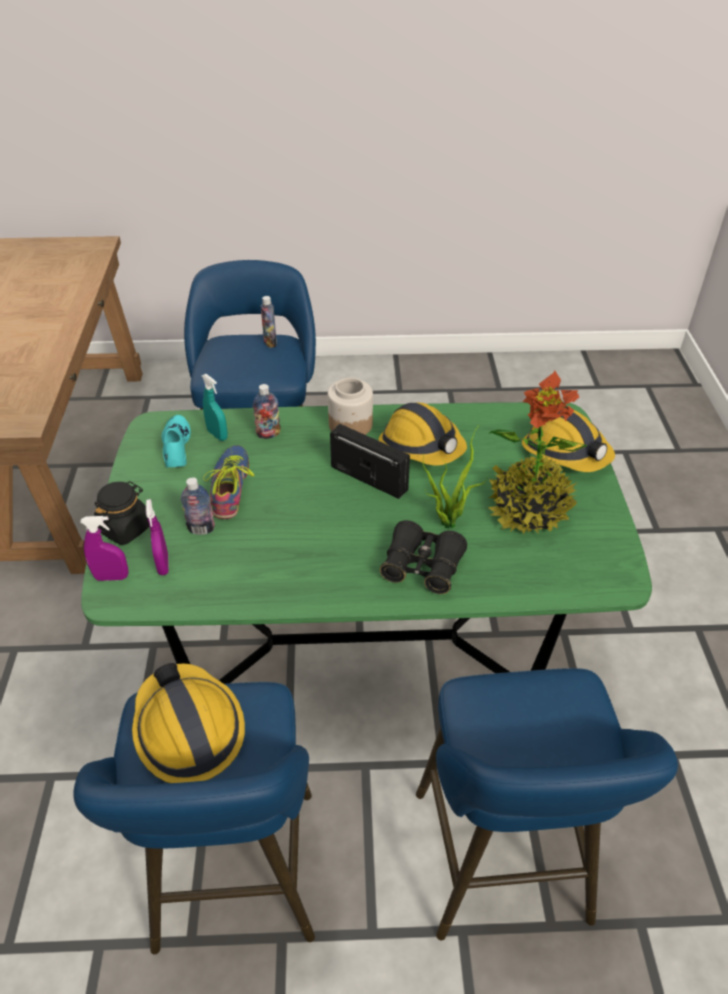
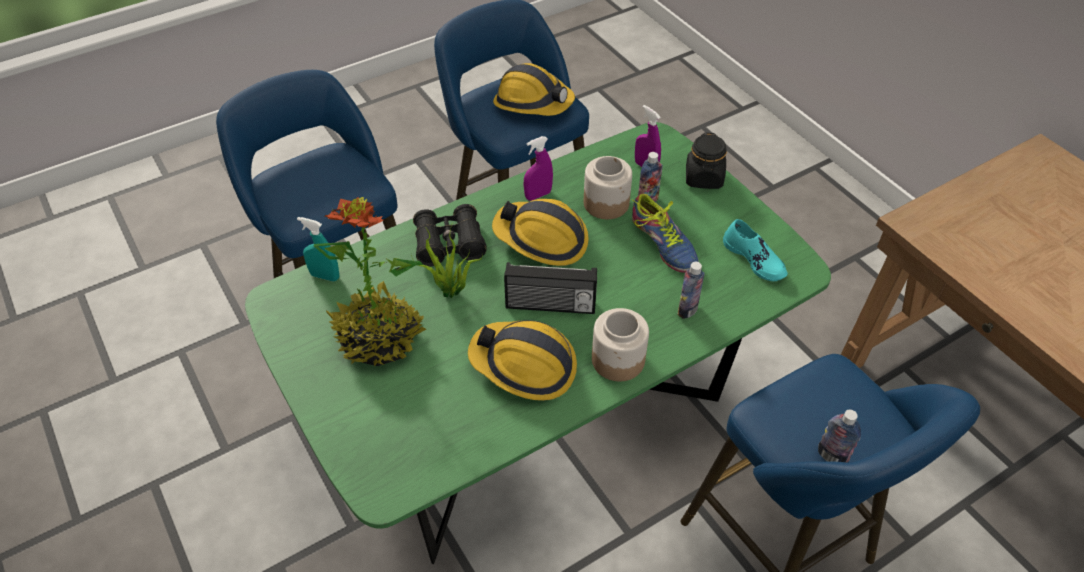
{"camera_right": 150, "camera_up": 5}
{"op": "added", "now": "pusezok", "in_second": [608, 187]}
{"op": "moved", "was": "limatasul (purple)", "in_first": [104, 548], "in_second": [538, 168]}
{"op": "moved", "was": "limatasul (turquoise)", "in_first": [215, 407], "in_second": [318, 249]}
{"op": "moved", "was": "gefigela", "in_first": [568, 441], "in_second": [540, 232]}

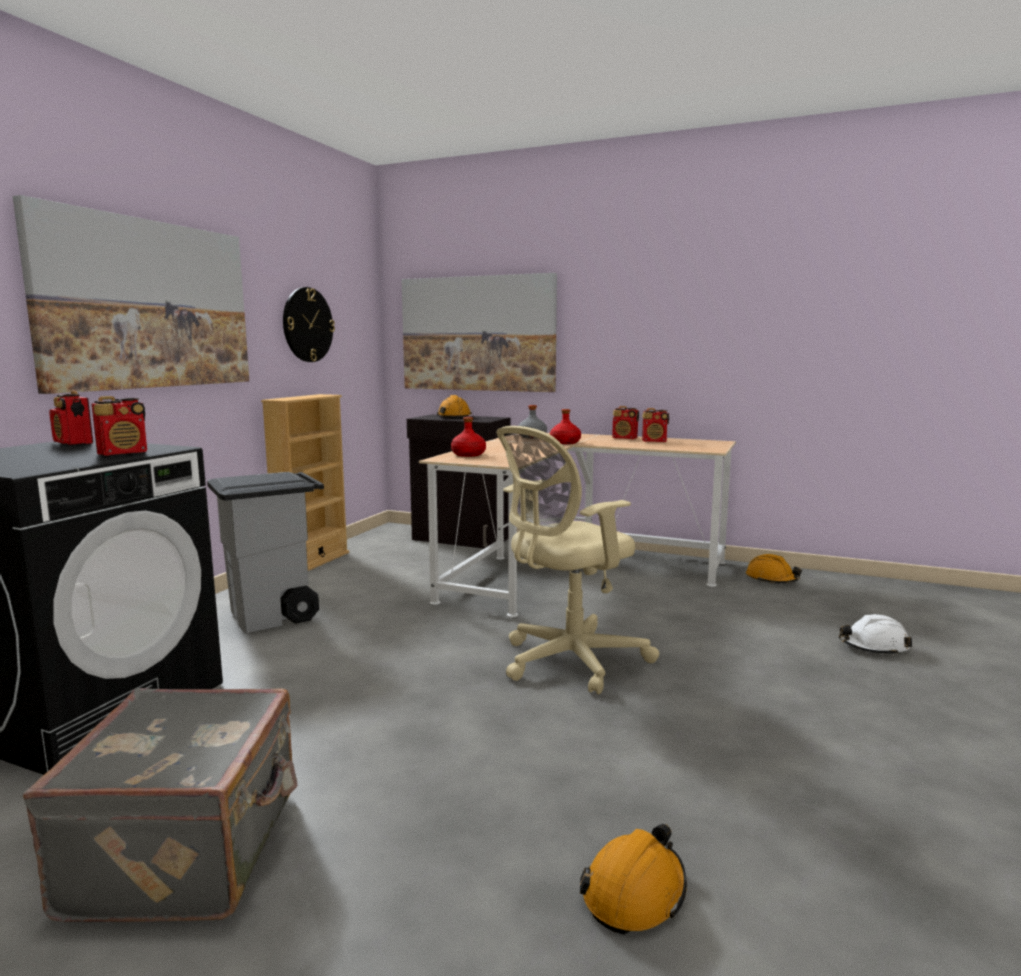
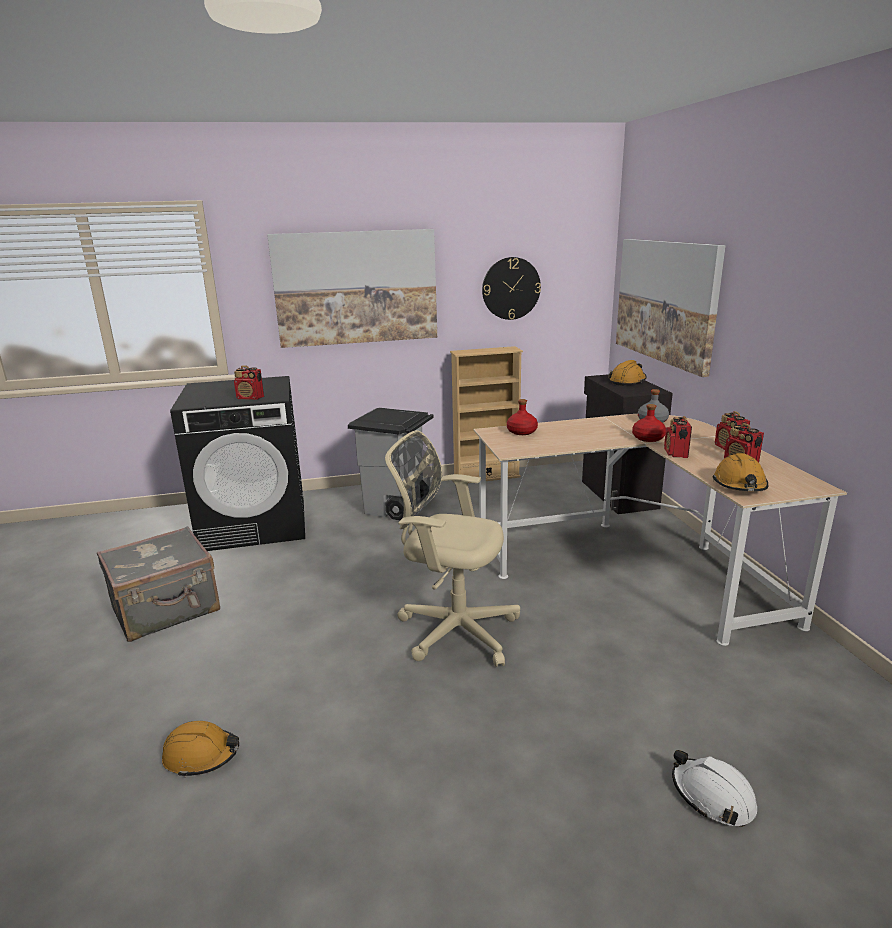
{"camera_right": 55, "camera_up": 10}
{"op": "moved", "was": "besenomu", "in_first": [71, 418], "in_second": [678, 437]}
{"op": "moved", "was": "gefigela (orange)", "in_first": [774, 568], "in_second": [740, 472]}

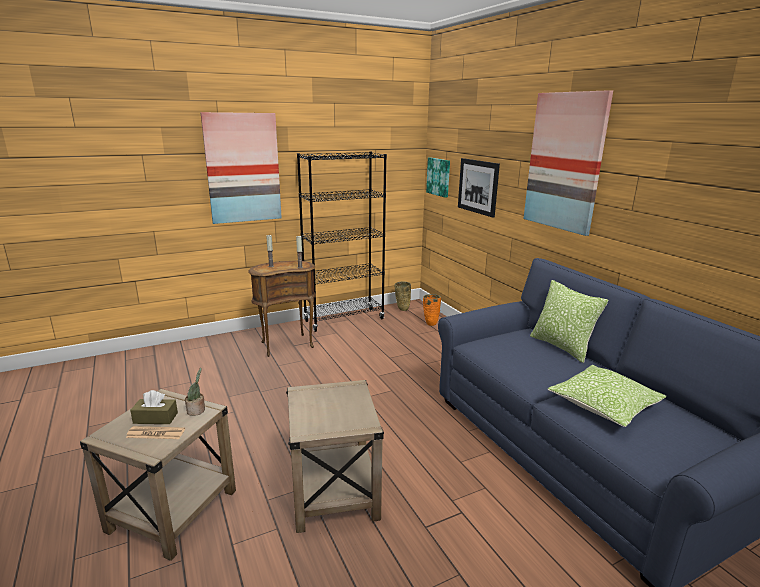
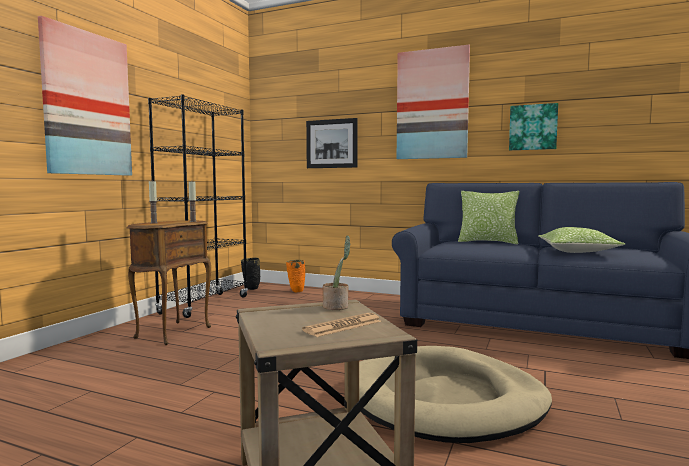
{"camera_right": -40, "camera_up": -15}
{"op": "removed", "was": "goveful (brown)", "in_first": [154, 407]}
{"op": "moved", "was": "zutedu", "in_first": [438, 178], "in_second": [533, 126]}
{"op": "replaced", "was": "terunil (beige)", "now": "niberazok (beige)", "in_first": [335, 456], "in_second": [455, 394]}
{"op": "recoloured", "was": "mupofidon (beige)", "now": "mupofidon (black)", "in_first": [403, 296], "in_second": [251, 274]}

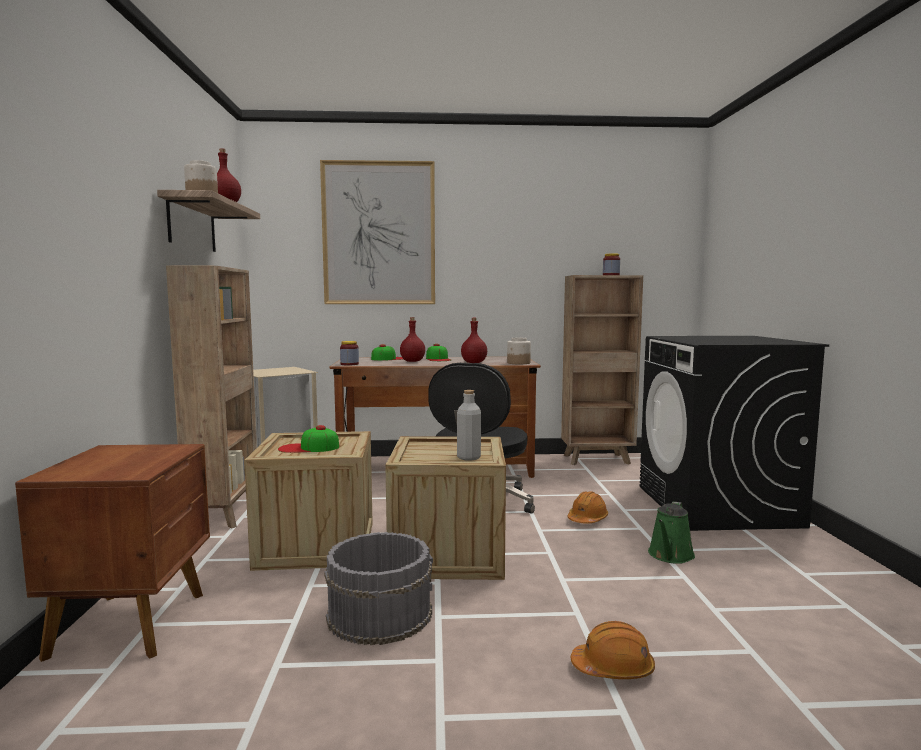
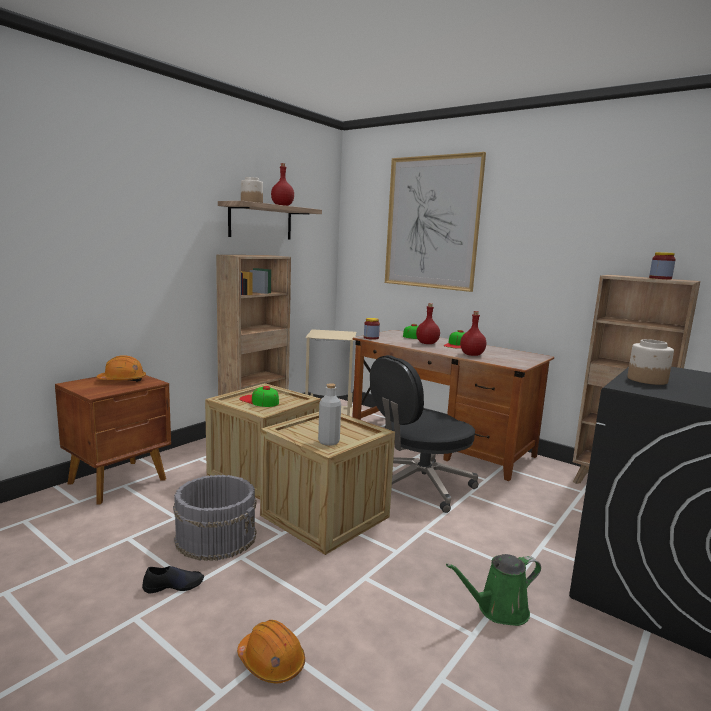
{"camera_right": 40, "camera_up": 5}
{"op": "added", "now": "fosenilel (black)", "in_second": [173, 579]}
{"op": "moved", "was": "pusezok", "in_first": [519, 351], "in_second": [650, 362]}
{"op": "moved", "was": "gefigela (orange)", "in_first": [588, 507], "in_second": [121, 368]}

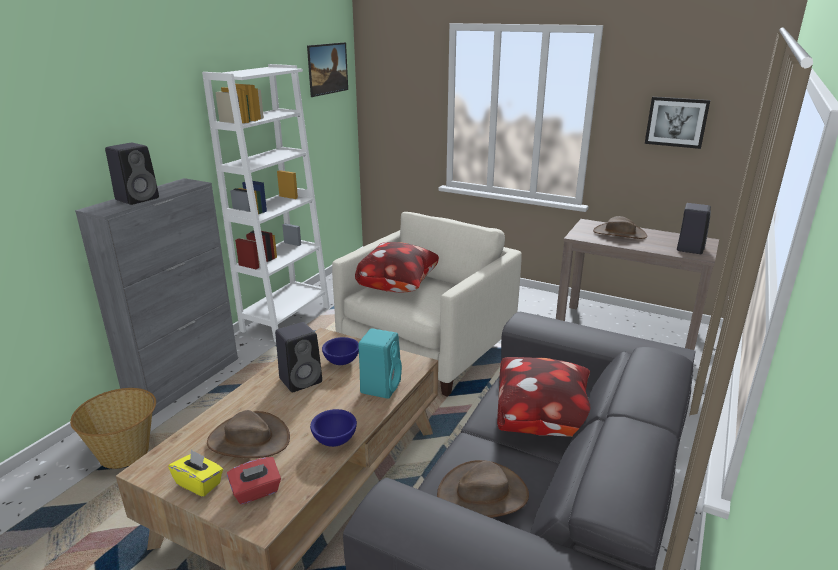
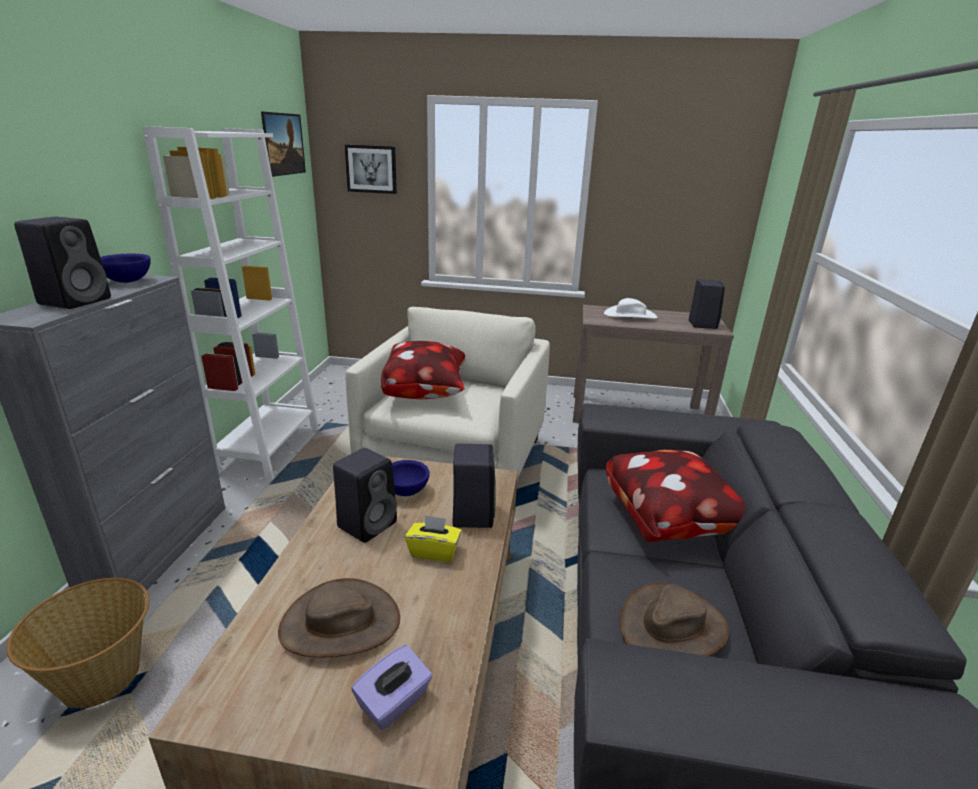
{"camera_right": -20, "camera_up": 0}
{"op": "moved", "was": "goveful (yellow)", "in_first": [195, 473], "in_second": [433, 538]}
{"op": "moved", "was": "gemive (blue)", "in_first": [333, 428], "in_second": [125, 268]}
{"op": "moved", "was": "zutedu", "in_first": [677, 123], "in_second": [371, 169]}
{"op": "recoloured", "was": "goveful (red)", "now": "goveful (purple)", "in_first": [254, 481], "in_second": [391, 687]}
{"op": "recoloured", "was": "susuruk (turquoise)", "now": "susuruk (black)", "in_first": [380, 363], "in_second": [474, 486]}
{"op": "recoloured", "was": "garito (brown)", "now": "garito (white)", "in_first": [620, 227], "in_second": [631, 308]}

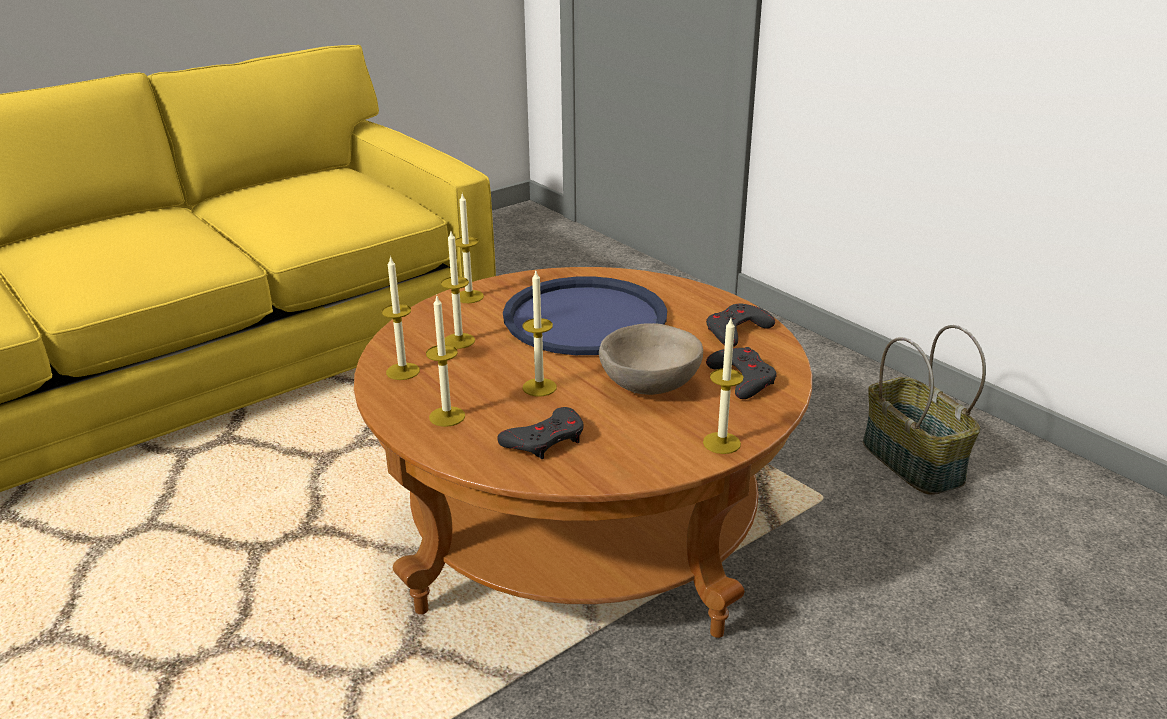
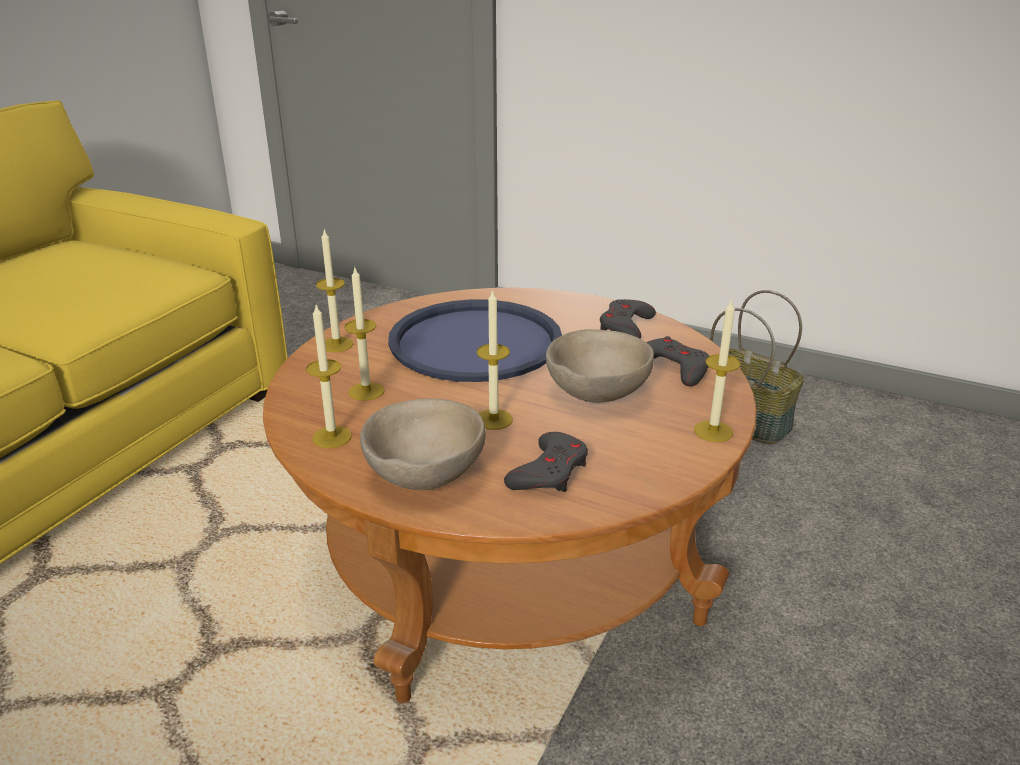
{"camera_right": -25, "camera_up": 0}
{"op": "replaced", "was": "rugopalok", "now": "gemive (beige)", "in_first": [445, 361], "in_second": [423, 444]}

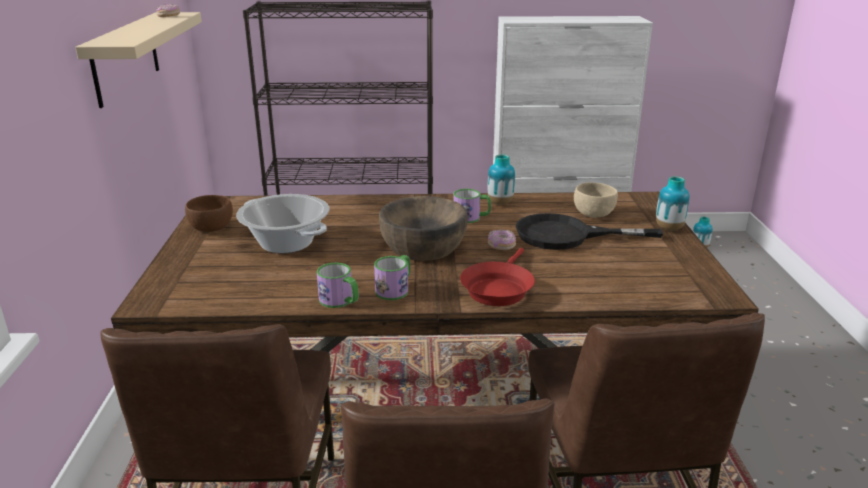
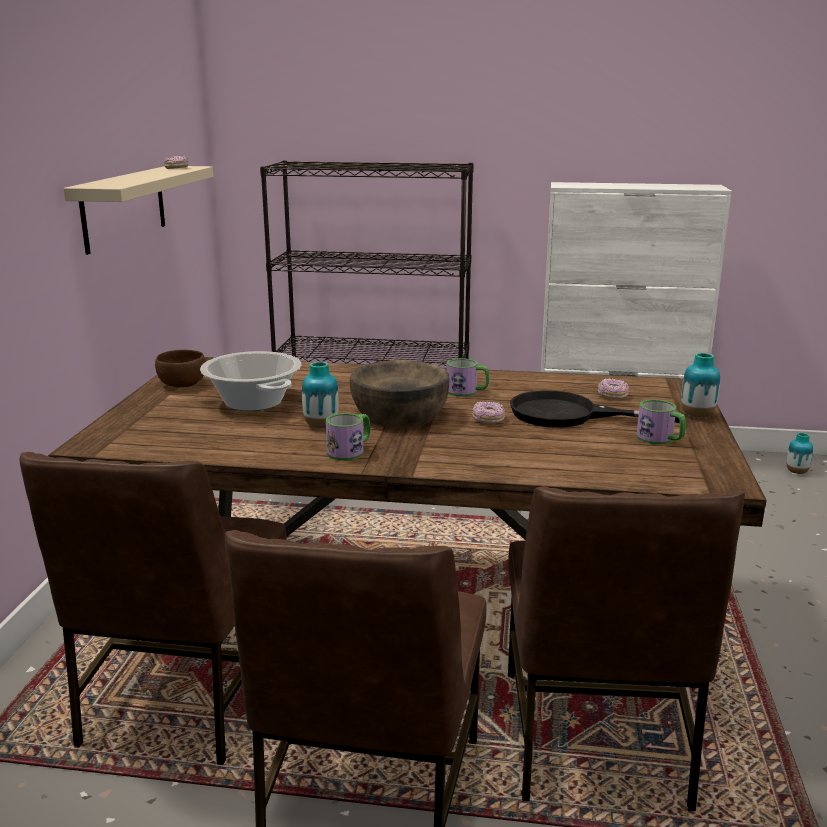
{"camera_right": 10, "camera_up": -5}
{"op": "removed", "was": "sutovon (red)", "in_first": [497, 277]}
{"op": "moved", "was": "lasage", "in_first": [338, 285], "in_second": [661, 422]}
{"op": "moved", "was": "mupofidon", "in_first": [501, 179], "in_second": [320, 394]}
{"op": "replaced", "was": "gemive (beige)", "now": "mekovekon", "in_first": [596, 200], "in_second": [613, 388]}

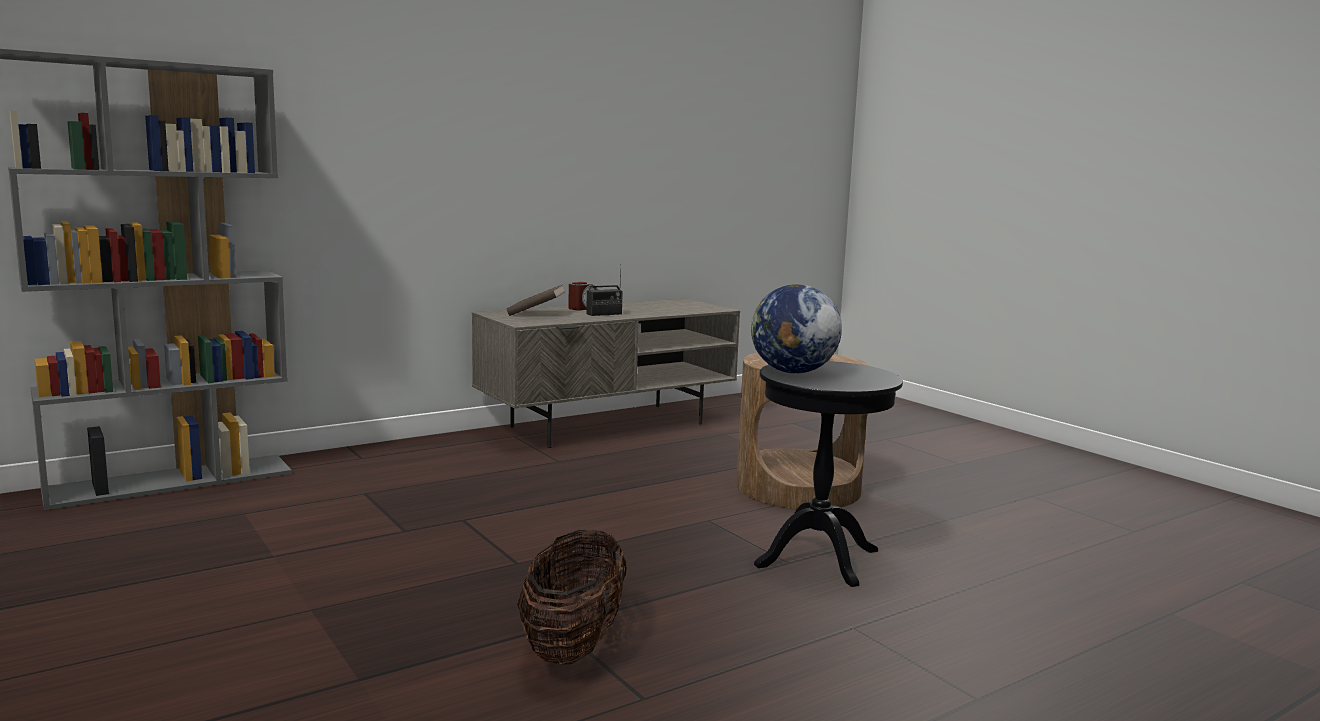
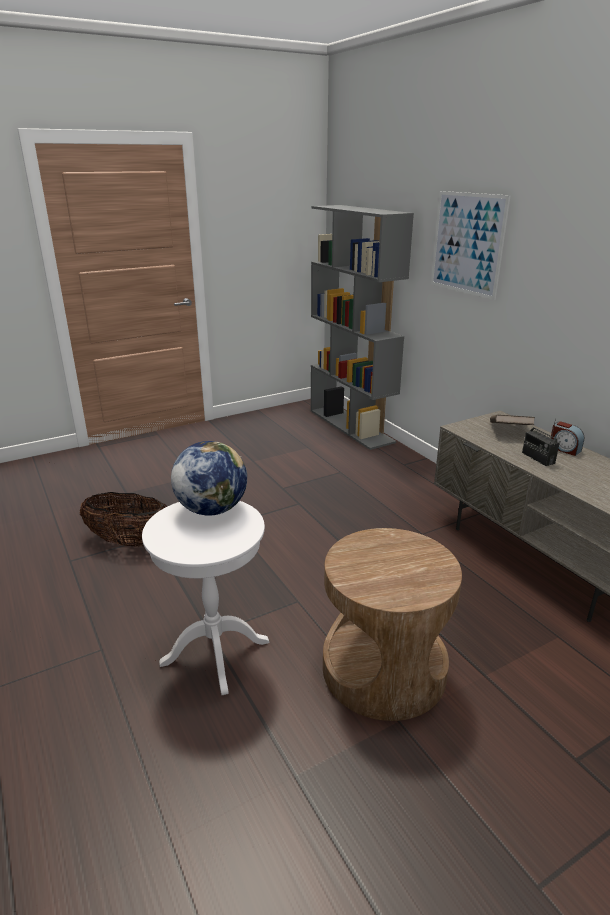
{"camera_right": 95, "camera_up": 15}
{"op": "added", "now": "zutedu", "in_second": [471, 245]}
{"op": "recoloured", "was": "terunil (black)", "now": "terunil (white)", "in_first": [828, 474], "in_second": [205, 598]}

